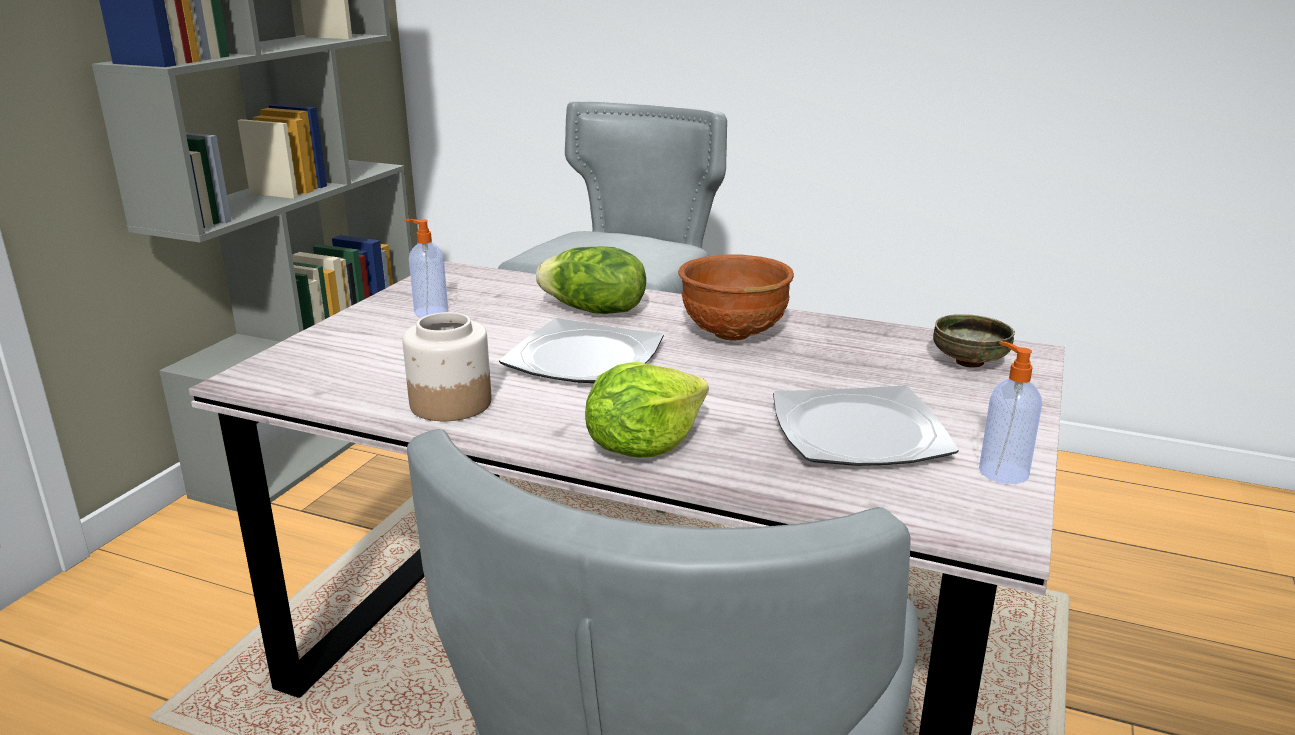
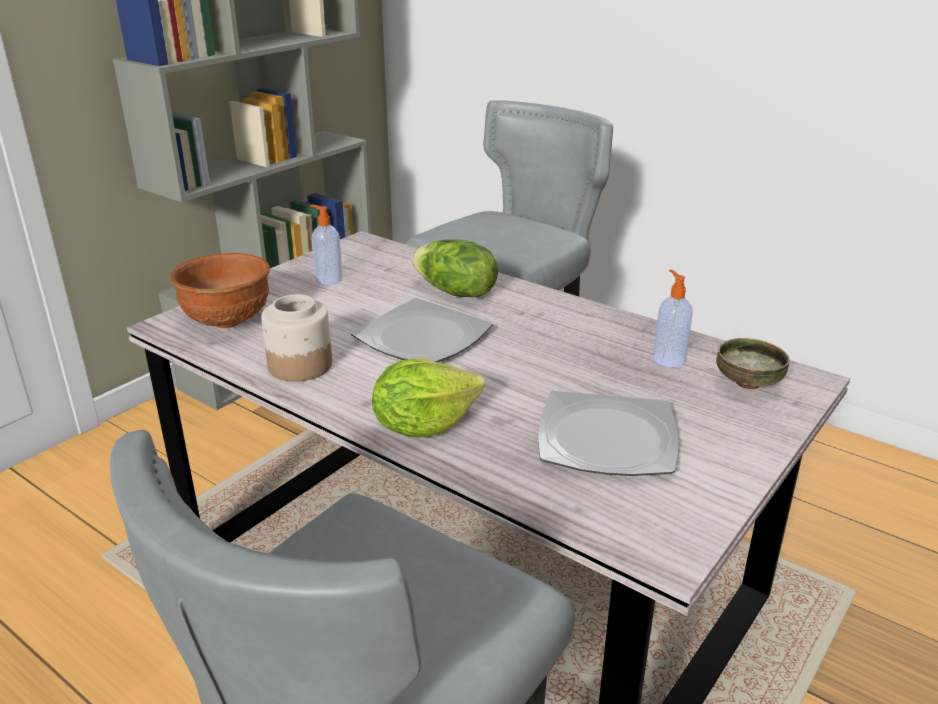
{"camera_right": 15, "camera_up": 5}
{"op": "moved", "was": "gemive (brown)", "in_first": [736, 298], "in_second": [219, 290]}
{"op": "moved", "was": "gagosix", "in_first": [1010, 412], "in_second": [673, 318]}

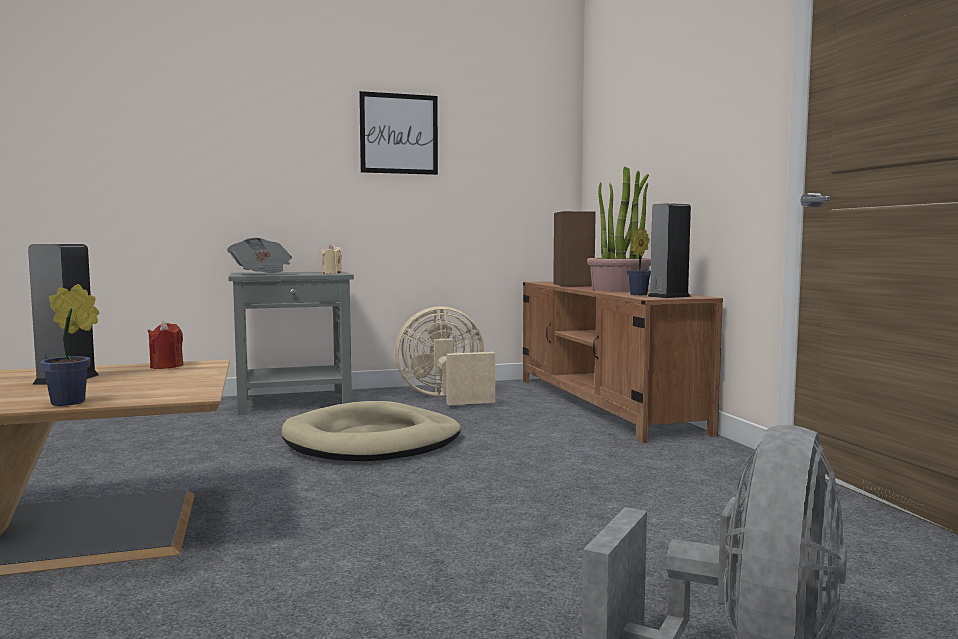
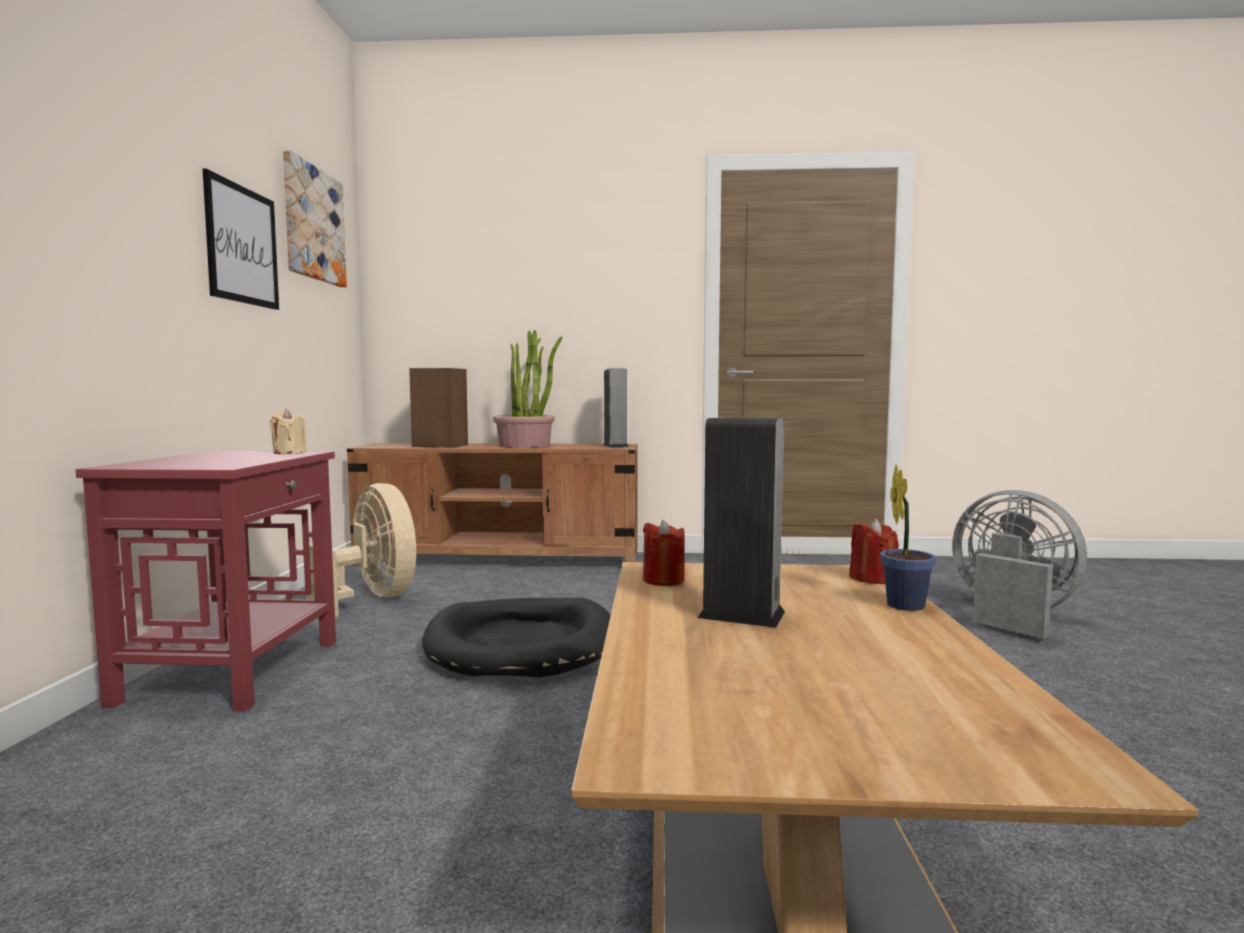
{"camera_right": -70, "camera_up": 0}
{"op": "removed", "was": "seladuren", "in_first": [259, 255]}
{"op": "removed", "was": "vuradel", "in_first": [639, 261]}
{"op": "added", "now": "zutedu", "in_second": [315, 218]}
{"op": "added", "now": "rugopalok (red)", "in_second": [874, 551]}
{"op": "recoloured", "was": "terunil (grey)", "now": "terunil (red)", "in_first": [291, 343], "in_second": [206, 581]}
{"op": "recoloured", "was": "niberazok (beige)", "now": "niberazok (black)", "in_first": [371, 431], "in_second": [516, 638]}
{"op": "turned", "was": "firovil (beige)", "in_first": [445, 355], "in_second": [361, 550], "clockwise": 135}

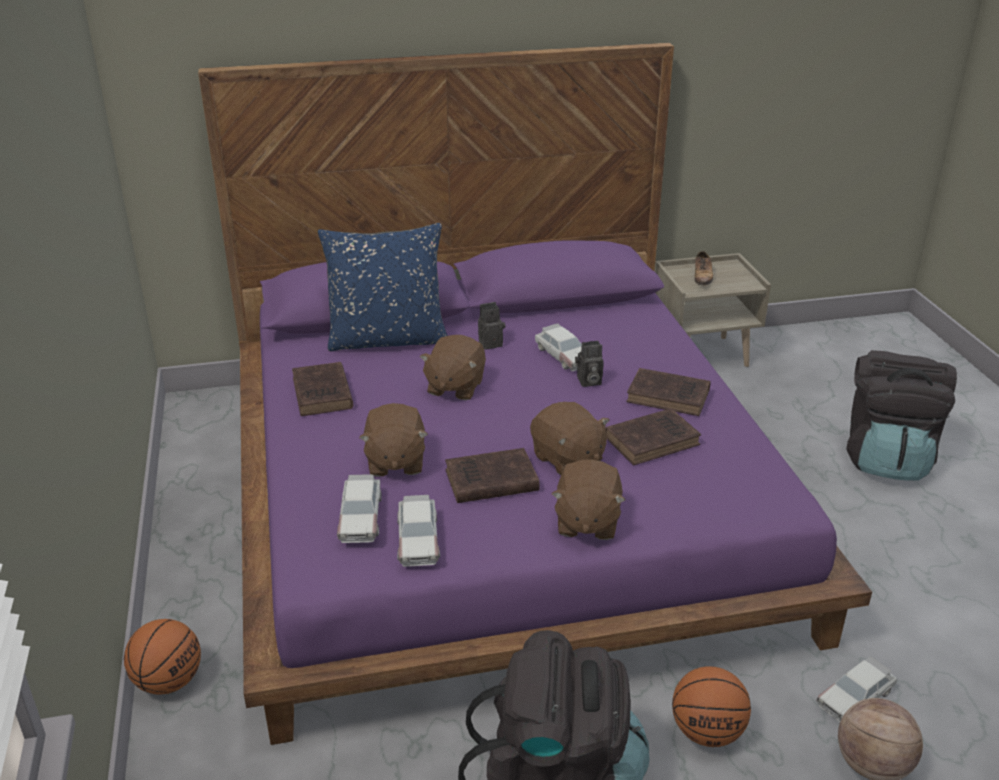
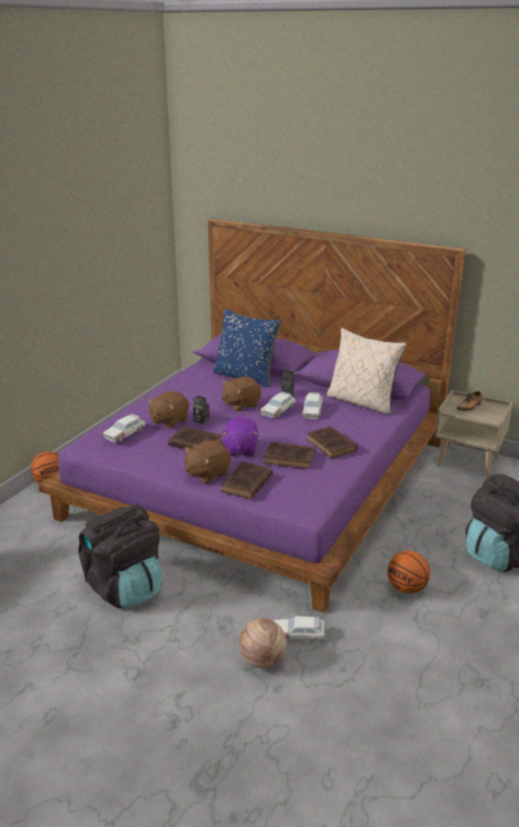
{"camera_right": 40, "camera_up": -5}
{"op": "added", "now": "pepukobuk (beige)", "in_second": [366, 371]}
{"op": "moved", "was": "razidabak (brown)", "in_first": [322, 389], "in_second": [247, 480]}
{"op": "moved", "was": "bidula", "in_first": [418, 531], "in_second": [277, 405]}
{"op": "moved", "was": "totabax", "in_first": [589, 364], "in_second": [201, 410]}
{"op": "moved", "was": "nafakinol", "in_first": [711, 706], "in_second": [408, 572]}
{"op": "recoloured", "was": "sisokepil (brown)", "now": "sisokepil (purple)", "in_first": [569, 438], "in_second": [239, 437]}

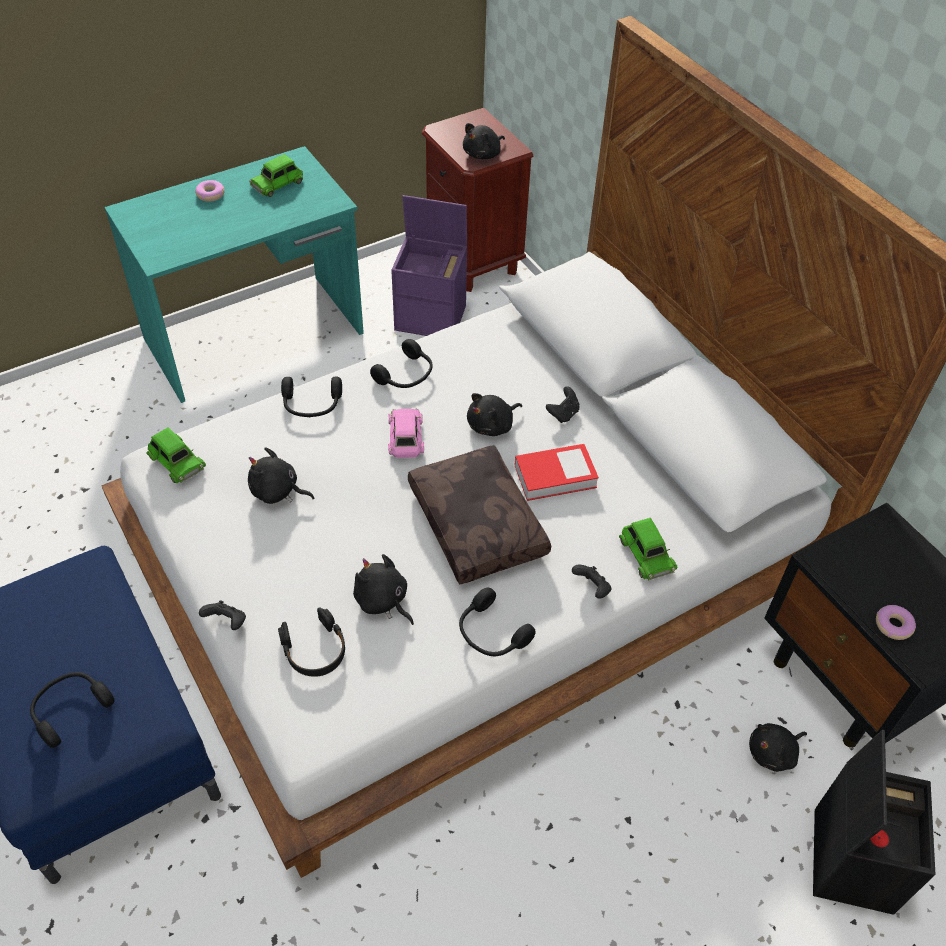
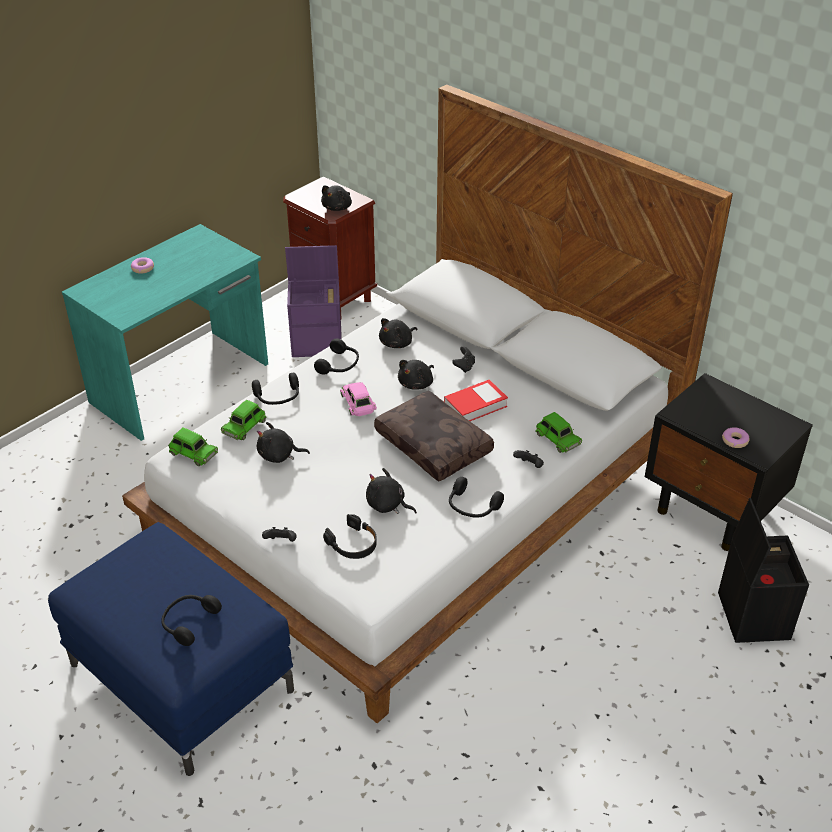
{"camera_right": -15, "camera_up": -10}
{"op": "moved", "was": "bidula (green)", "in_first": [276, 175], "in_second": [243, 420]}
{"op": "moved", "was": "sisokepil (black)", "in_first": [778, 747], "in_second": [398, 333]}

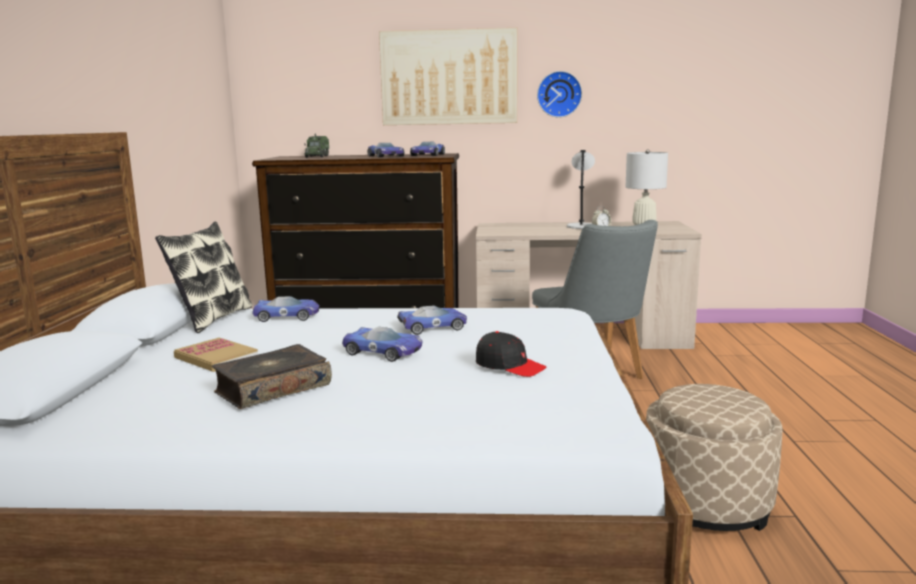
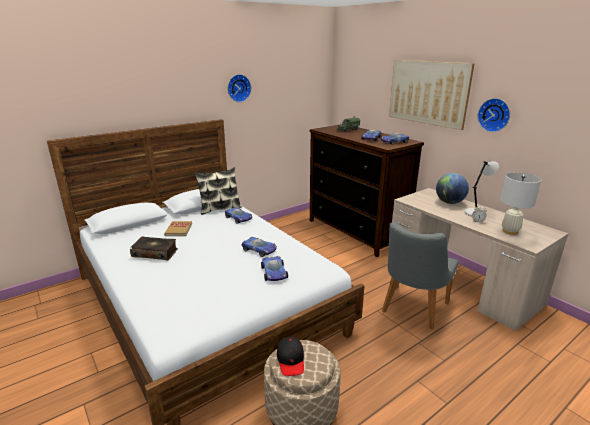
{"camera_right": 50, "camera_up": 10}
{"op": "added", "now": "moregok", "in_second": [239, 88]}
{"op": "added", "now": "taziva", "in_second": [452, 188]}
{"op": "moved", "was": "bidula", "in_first": [382, 344], "in_second": [274, 268]}
{"op": "moved", "was": "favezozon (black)", "in_first": [511, 354], "in_second": [290, 356]}

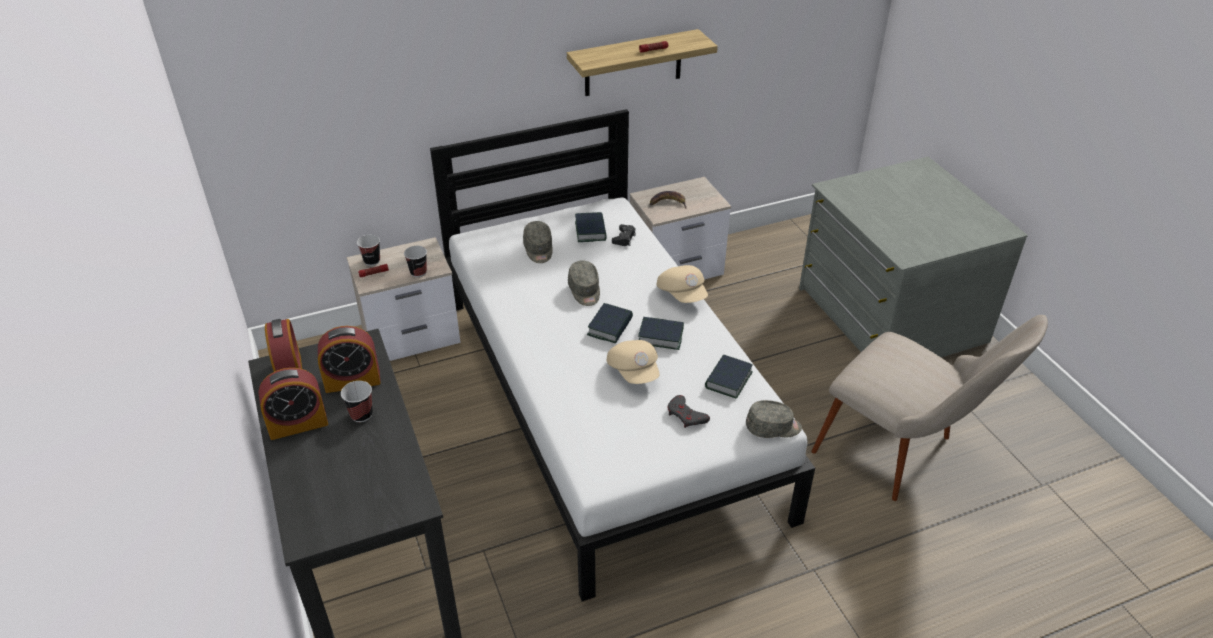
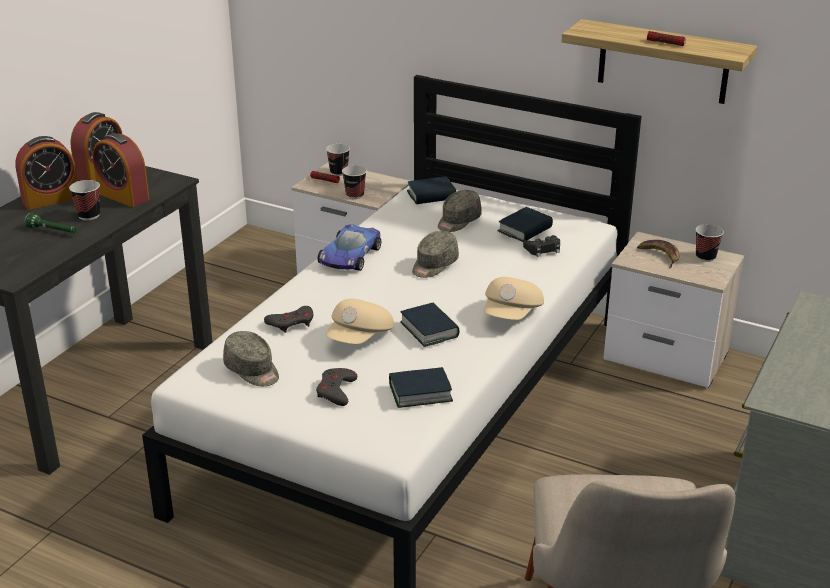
{"camera_right": 50, "camera_up": -10}
{"op": "added", "now": "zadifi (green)", "in_second": [50, 223]}
{"op": "added", "now": "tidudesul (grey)", "in_second": [288, 319]}
{"op": "added", "now": "bidula", "in_second": [349, 247]}
{"op": "added", "now": "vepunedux", "in_second": [710, 243]}
{"op": "moved", "was": "razidabak", "in_first": [610, 323], "in_second": [431, 190]}
{"op": "moved", "was": "favezozon (grey)", "in_first": [774, 419], "in_second": [251, 358]}
{"op": "turned", "was": "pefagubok", "in_first": [293, 404], "in_second": [46, 173], "clockwise": -60}

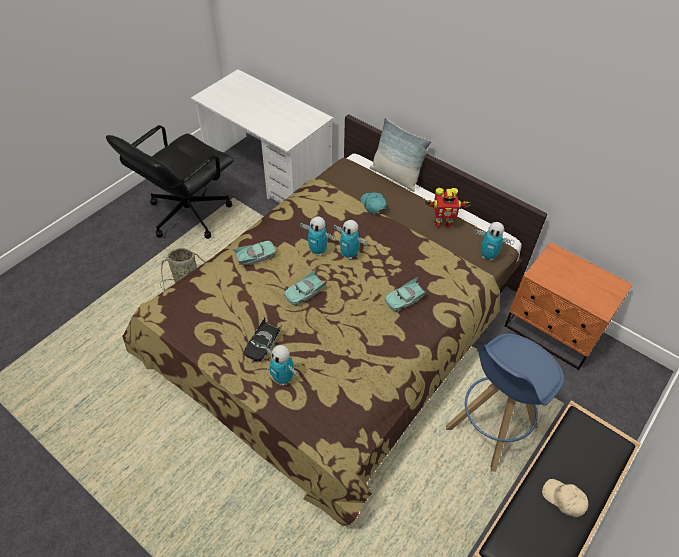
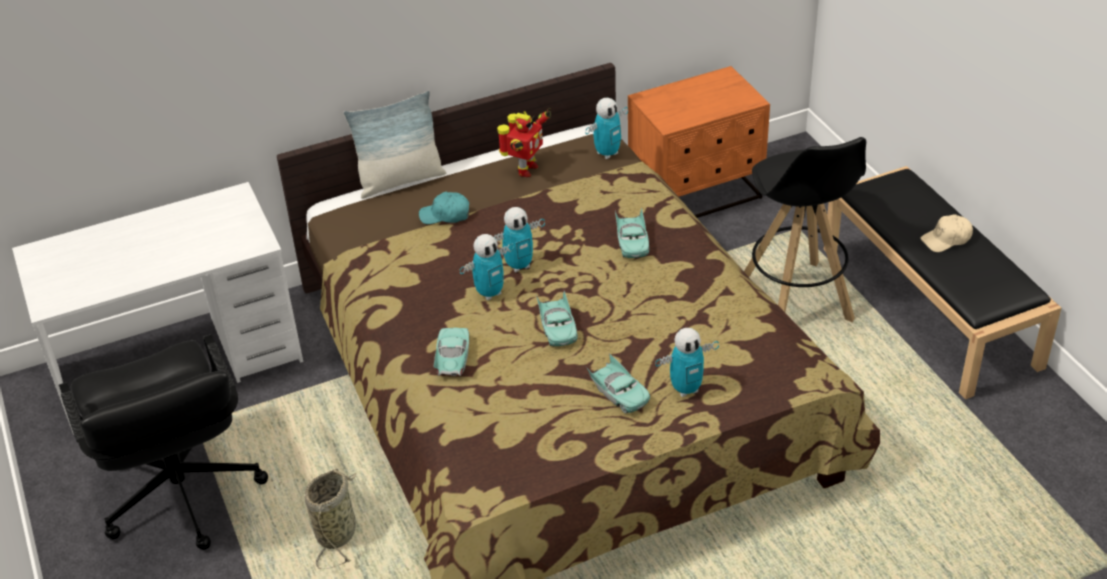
{"camera_right": -60, "camera_up": -10}
{"op": "recoloured", "was": "bidula (black)", "now": "bidula (turquoise)", "in_first": [263, 339], "in_second": [618, 383]}
{"op": "recoloured", "was": "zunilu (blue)", "now": "zunilu (black)", "in_first": [505, 402], "in_second": [805, 229]}

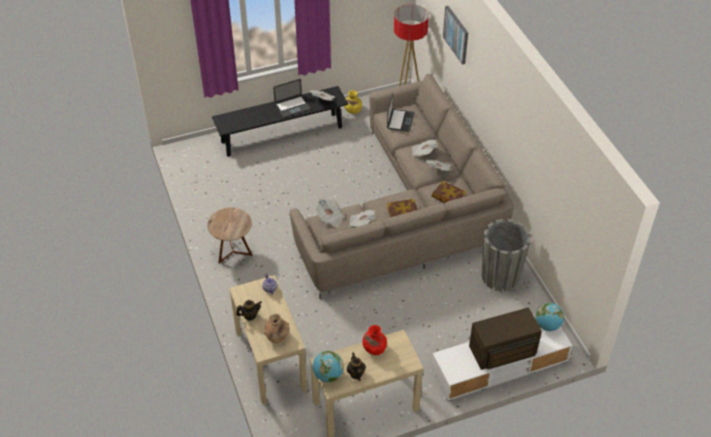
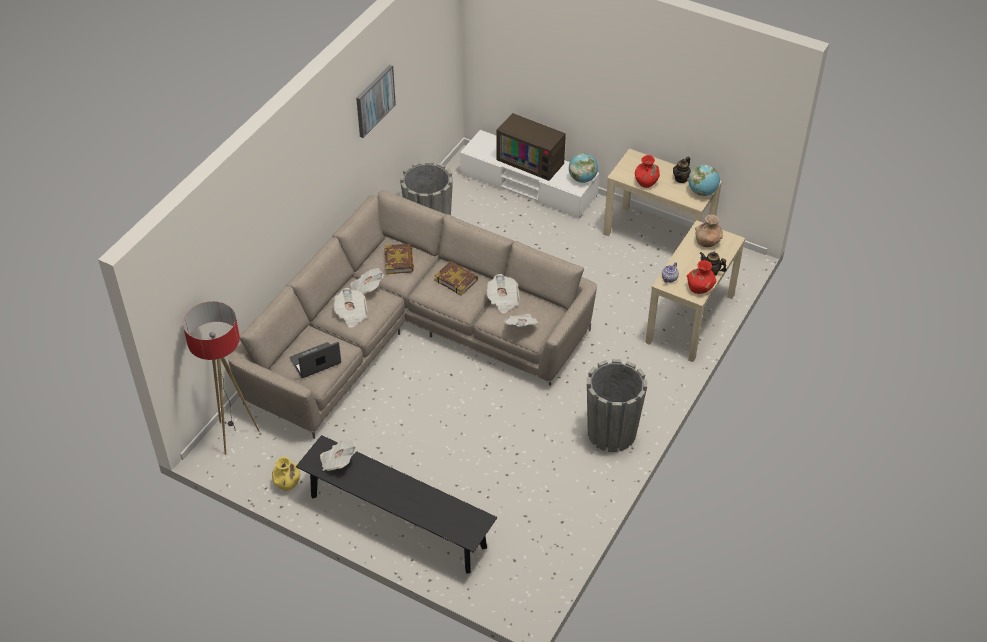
{"camera_right": -130, "camera_up": 0}
{"op": "removed", "was": "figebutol", "in_first": [291, 98]}
{"op": "added", "now": "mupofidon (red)", "in_second": [701, 277]}
{"op": "moved", "was": "zutedu", "in_first": [455, 35], "in_second": [376, 101]}
{"op": "moved", "was": "taziva", "in_first": [549, 317], "in_second": [583, 168]}
{"op": "replaced", "was": "terunil (brown)", "now": "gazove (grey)", "in_first": [229, 235], "in_second": [617, 405]}

